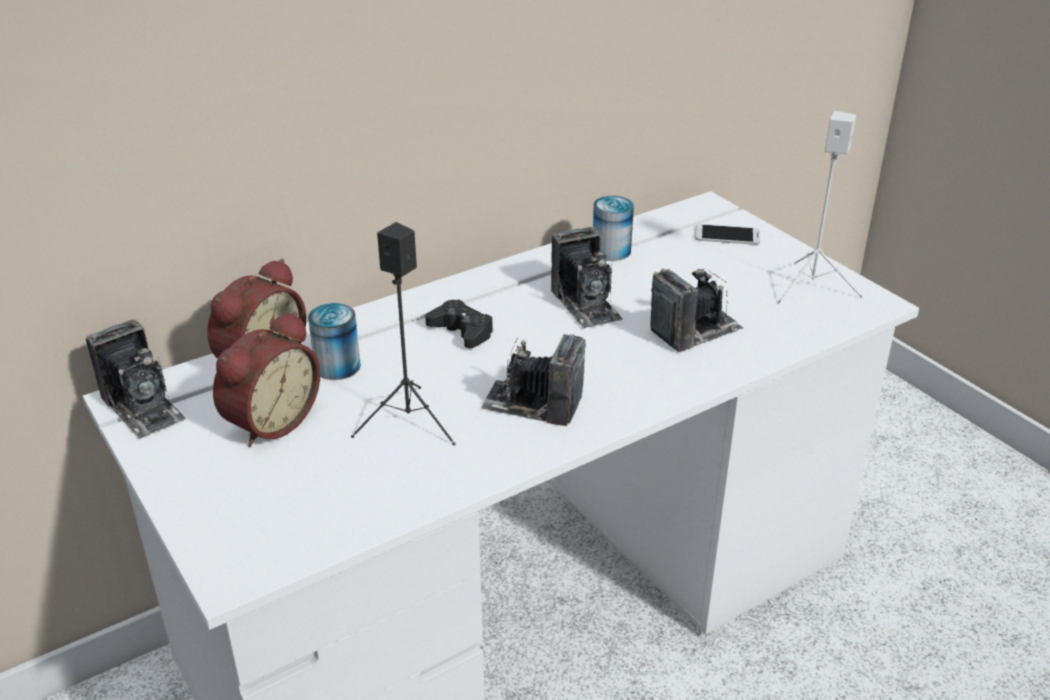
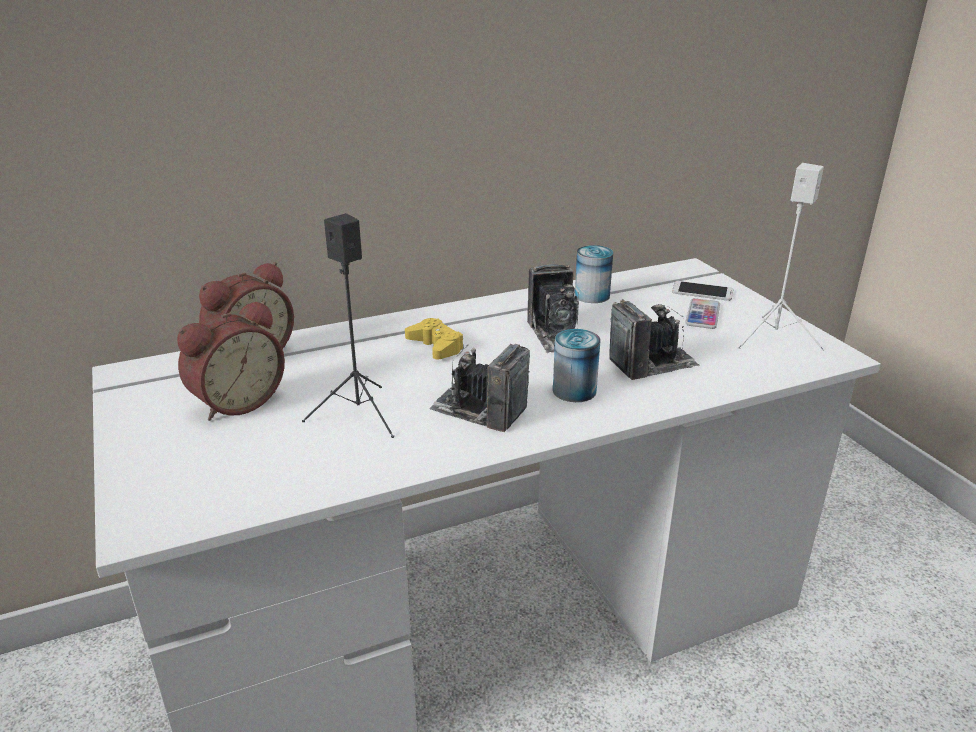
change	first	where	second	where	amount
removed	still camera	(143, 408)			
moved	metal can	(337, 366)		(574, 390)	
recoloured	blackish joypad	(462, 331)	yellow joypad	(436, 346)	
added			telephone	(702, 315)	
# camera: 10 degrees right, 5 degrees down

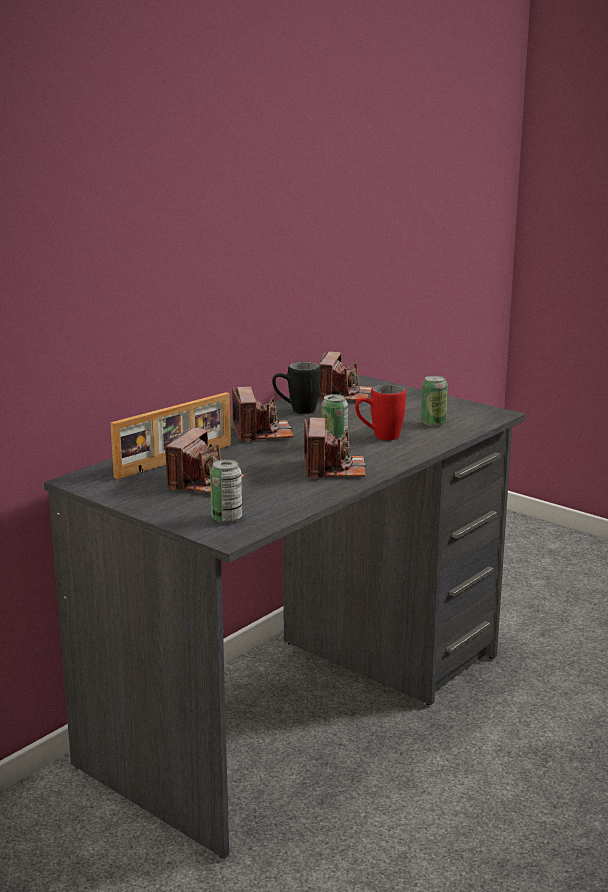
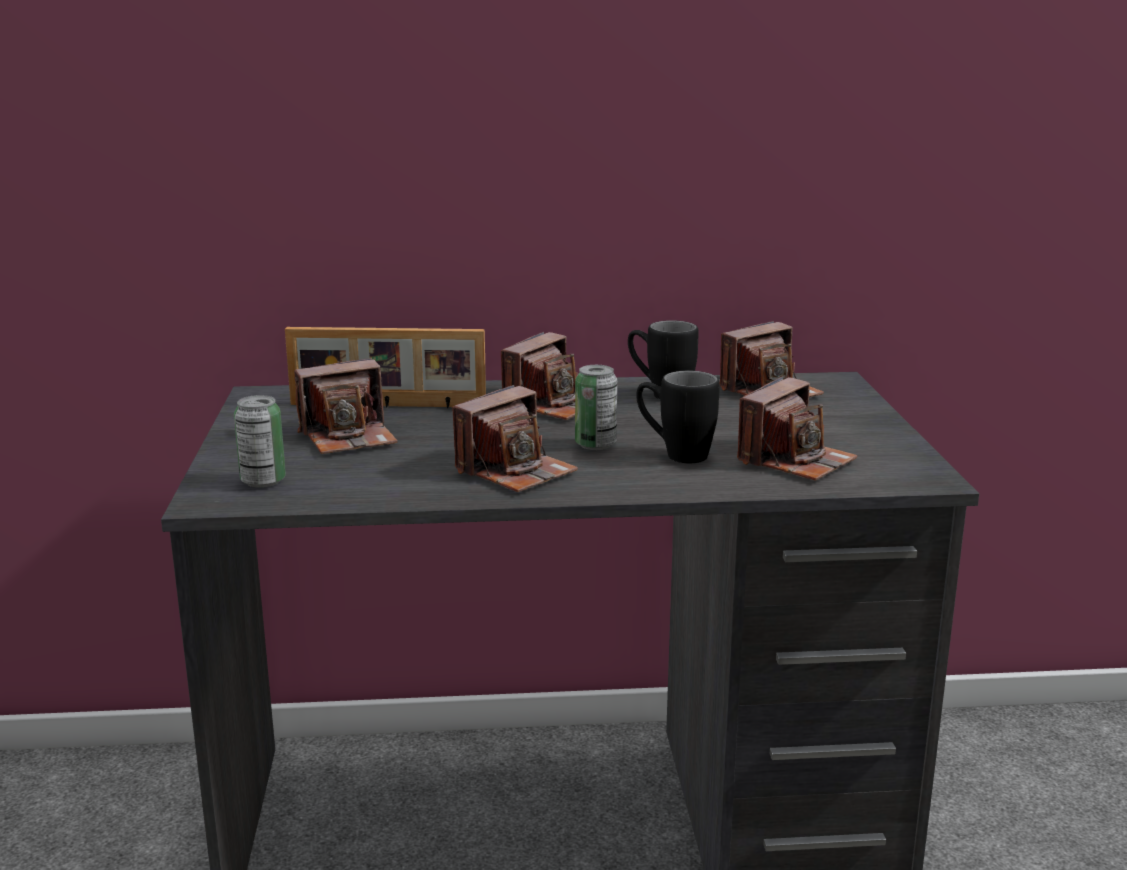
change	first	where	second	where	amount
recoloured	reddish coffee mug	(379, 437)	blackish coffee mug	(674, 454)	
replaced	metal can	(433, 423)	still camera	(795, 461)	
# camera: 45 degrees right, 0 degrees up

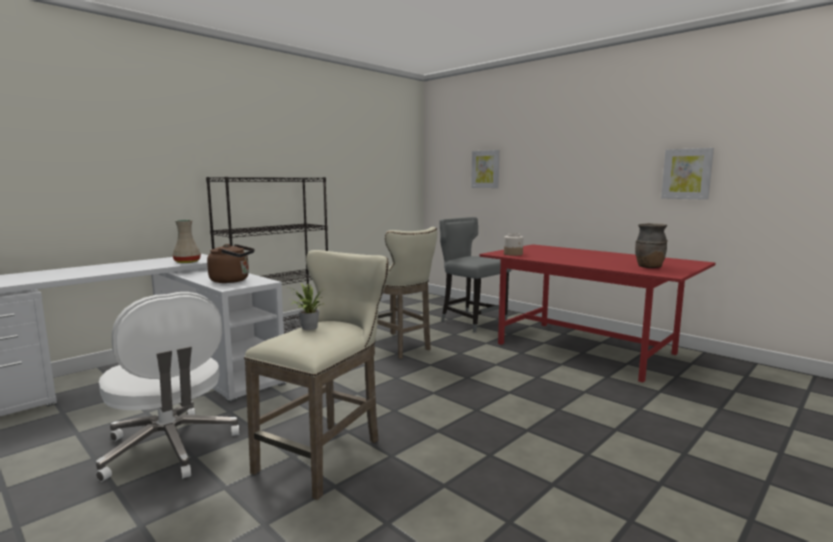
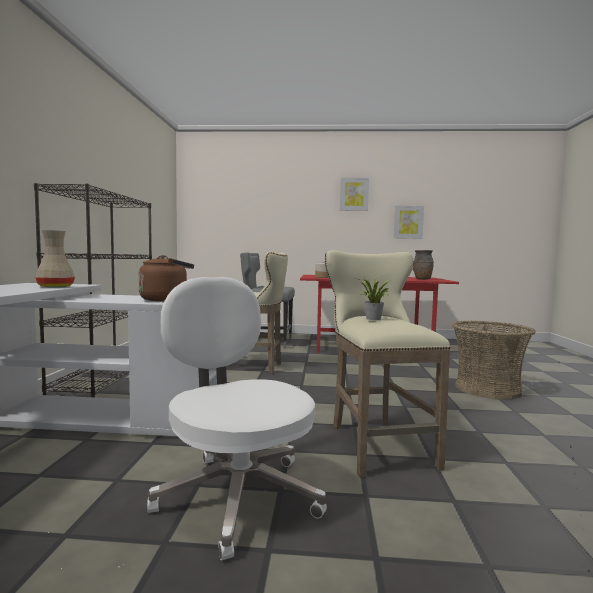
change	first	where	second	where	amount
turned	whitish office chair	(170, 448)		(237, 494)	135 degrees counterclockwise
moved	wall picture	(485, 169)		(354, 194)	
added			household basket	(487, 389)	
# camera: 40 degrees left, 5 degrees down

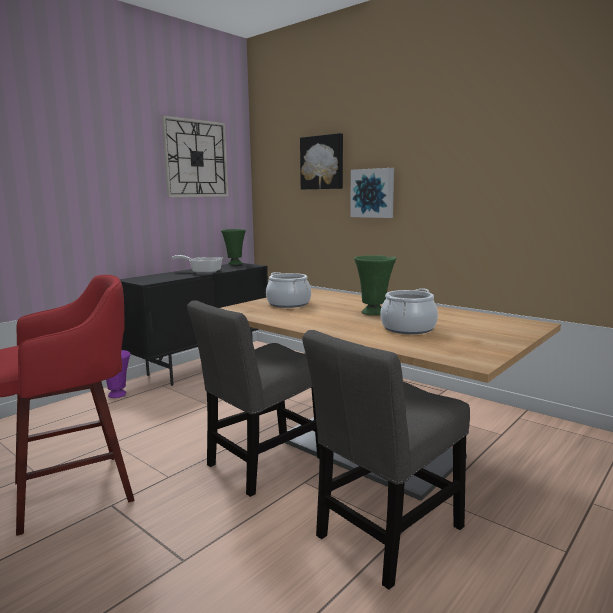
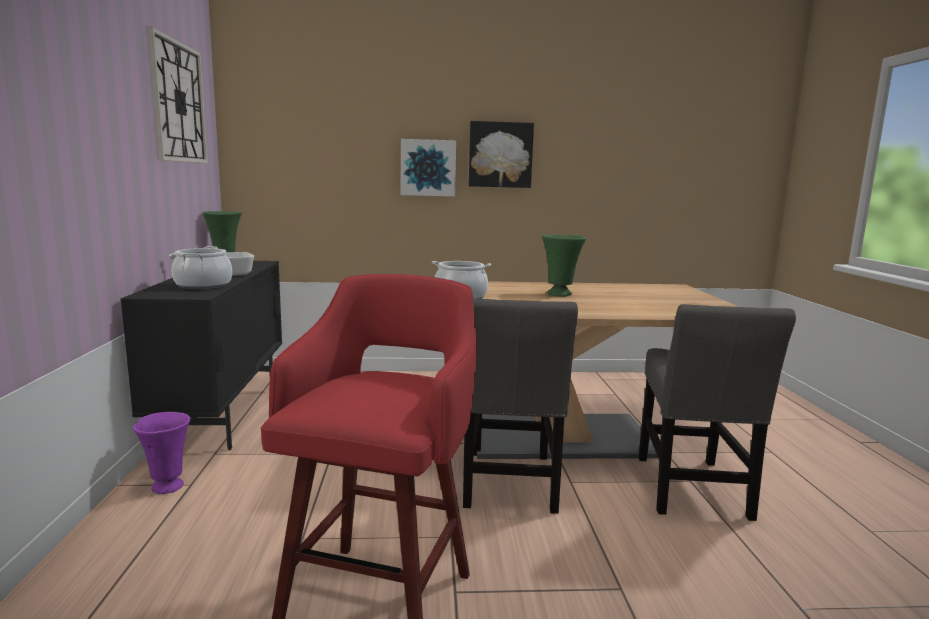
change	first	where	second	where	amount
moved	wall picture	(322, 162)		(500, 155)	
moved	cooking pot	(408, 328)		(203, 285)	
# camera: 45 degrees left, 0 degrees up

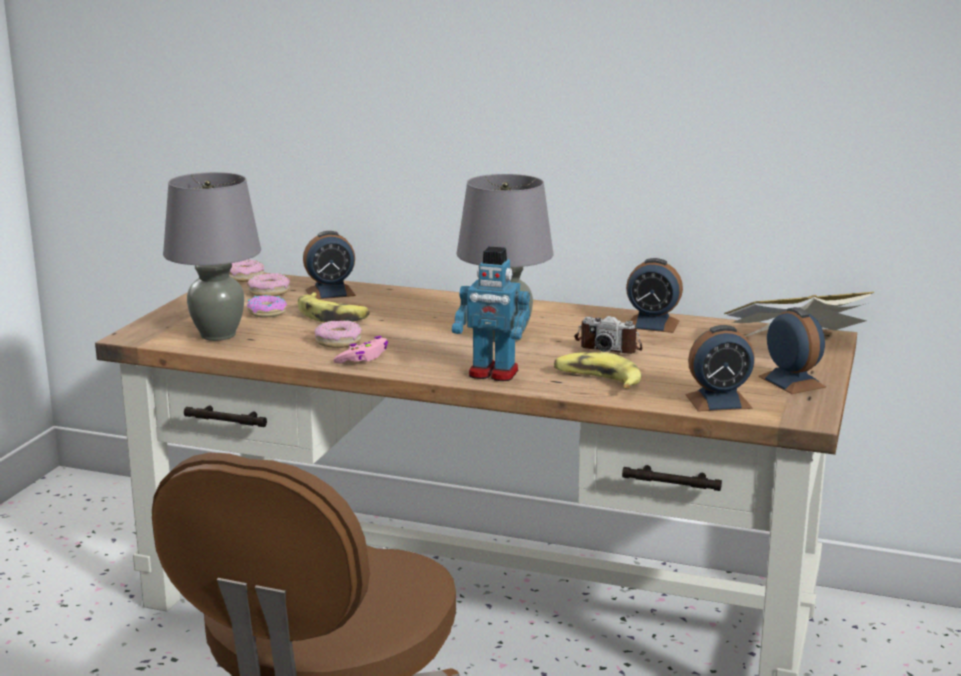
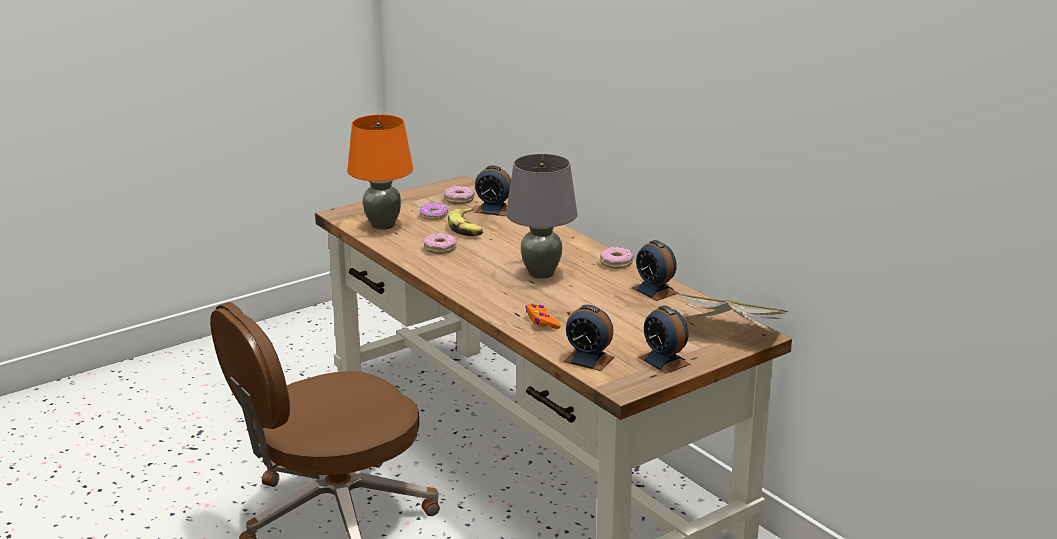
change	first	where	second	where	amount
recoloured	grey lamp for a table	(218, 335)	orange lamp for a table	(383, 225)	
moved	doughnut	(244, 277)		(616, 263)	
removed	pink joypad	(363, 358)			
removed	robot figure	(493, 373)			
replaced	whole banana	(597, 381)	orange joypad	(541, 321)	
removed	still camera	(609, 347)			
turned	alarm clock	(792, 382)		(664, 361)	135 degrees clockwise
# camera: 35 degrees right, 5 degrees up

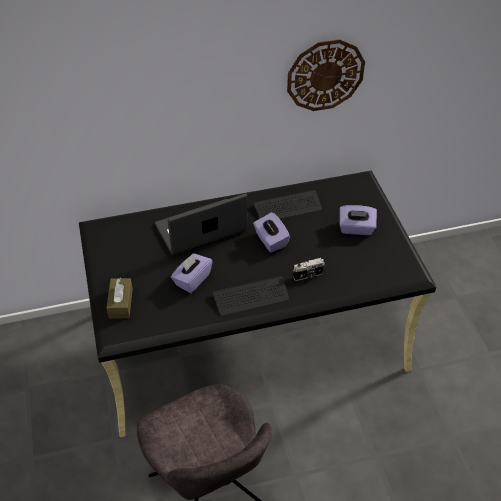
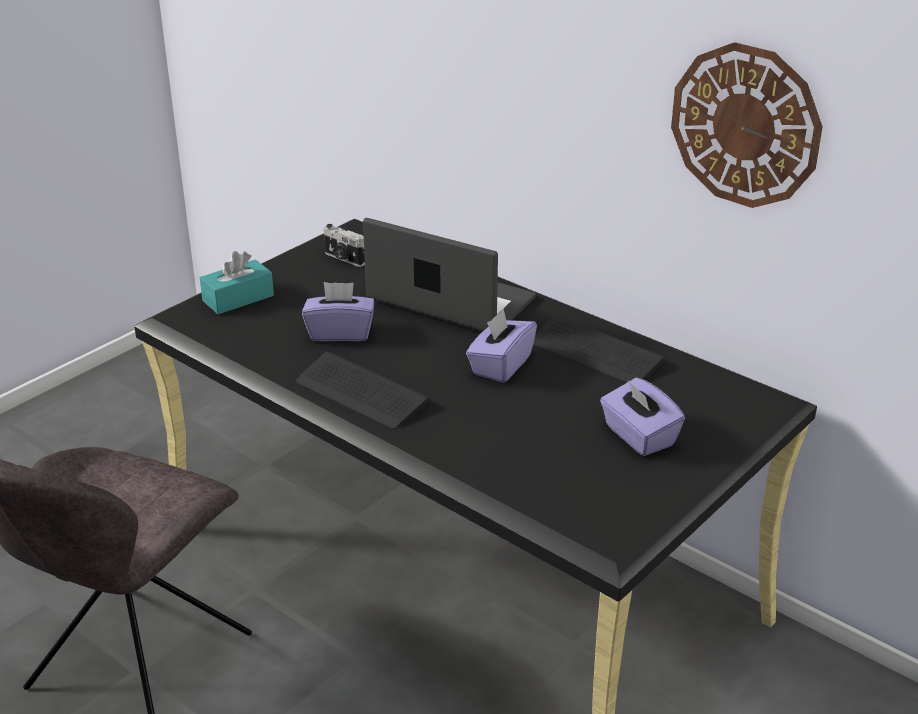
change	first	where	second	where	amount
recoloured	brownish tissue box	(121, 303)	turquoise tissue box	(238, 298)	
moved	still camera	(308, 276)		(344, 259)	
# camera: 55 degrees right, 15 degrees down

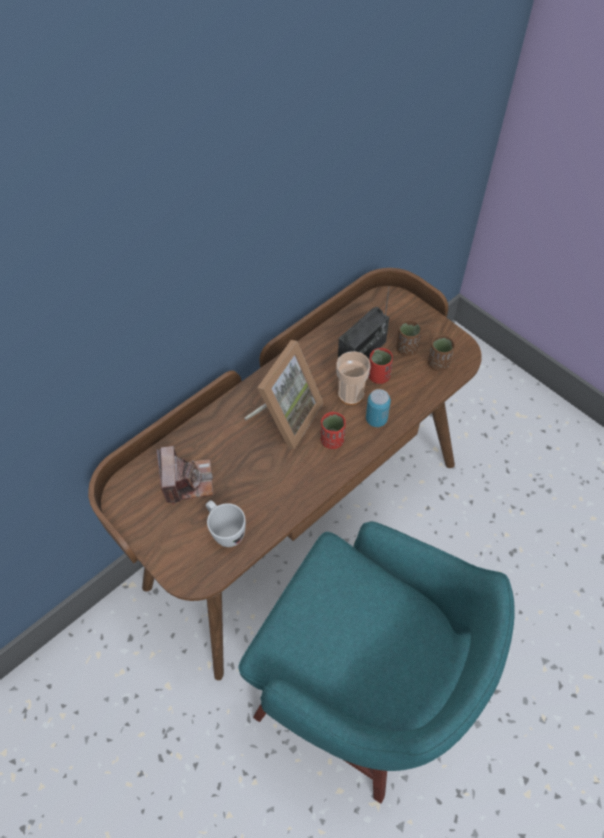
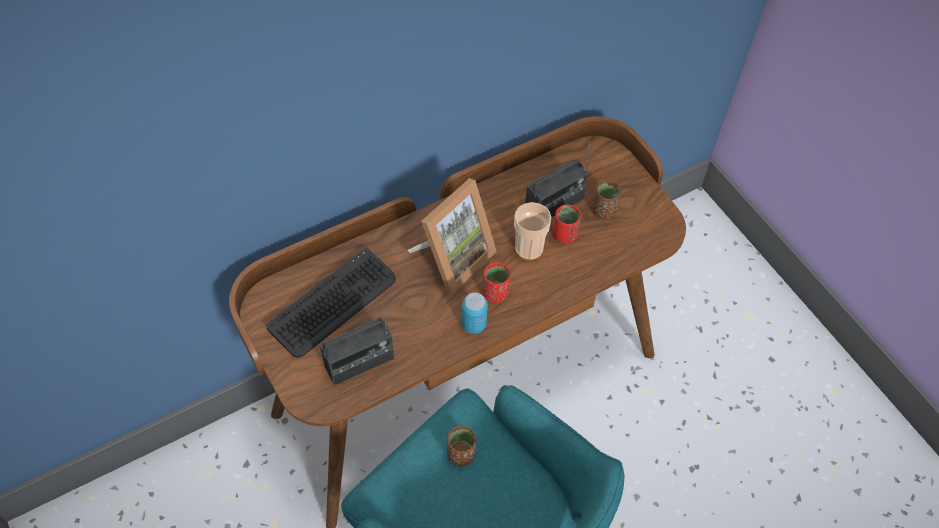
change	first	where	second	where	amount
replaced	still camera	(187, 481)	PC keyboard	(333, 303)	
replaced	whitish coffee mug	(225, 531)	radio receiver	(359, 362)	
moved	metal can	(376, 419)		(474, 324)	
moved	brownish cup	(438, 364)		(461, 454)	
# camera: 10 degrees right, 0 degrees up

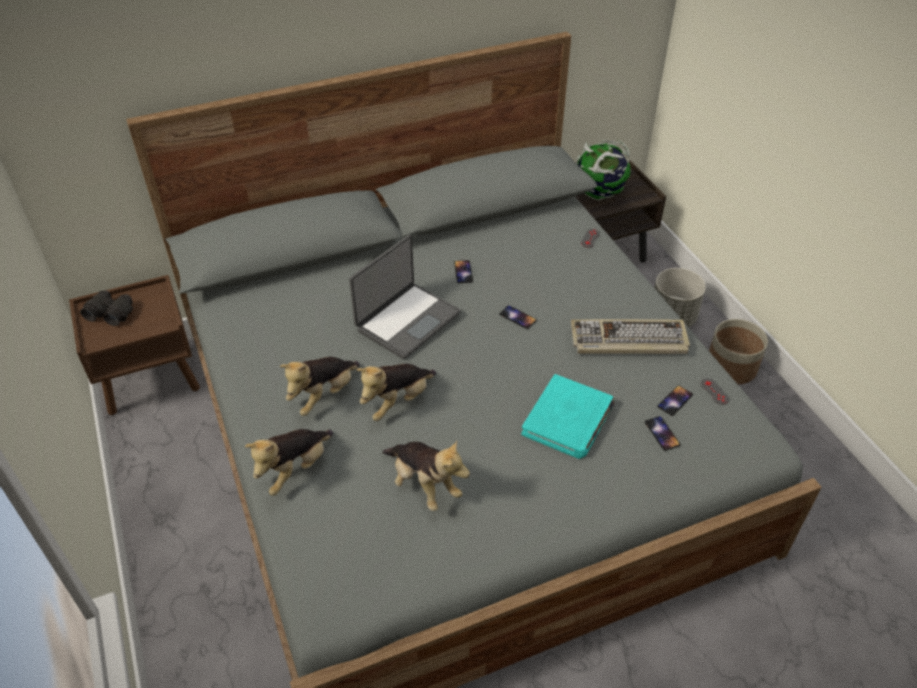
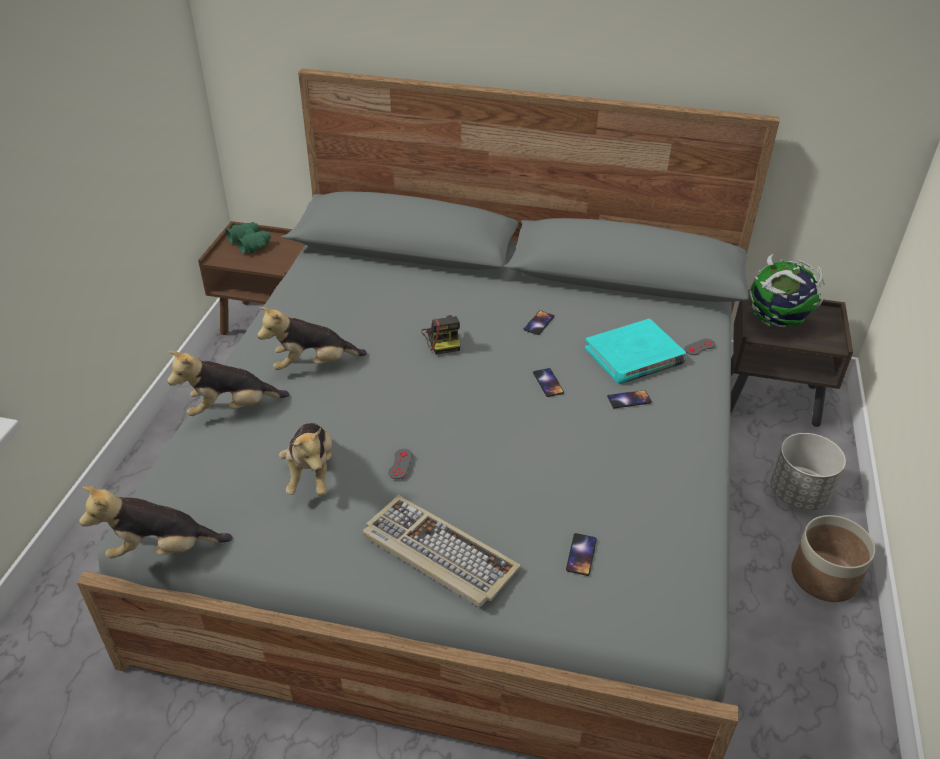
change	first	where	second	where	amount
recoloured	blackish pair of binoculars	(111, 313)	green pair of binoculars	(250, 243)	
replaced	laptop	(406, 320)	still camera	(442, 339)	
moved	plush toy	(397, 401)		(162, 549)	
moved	turquoise book	(568, 420)		(634, 356)	
moved	PC keyboard	(628, 340)		(437, 553)	
moved	telephone	(675, 400)		(629, 399)	
moved	grey joypad	(714, 391)		(400, 464)	
# camera: 35 degrees right, 5 degrees down

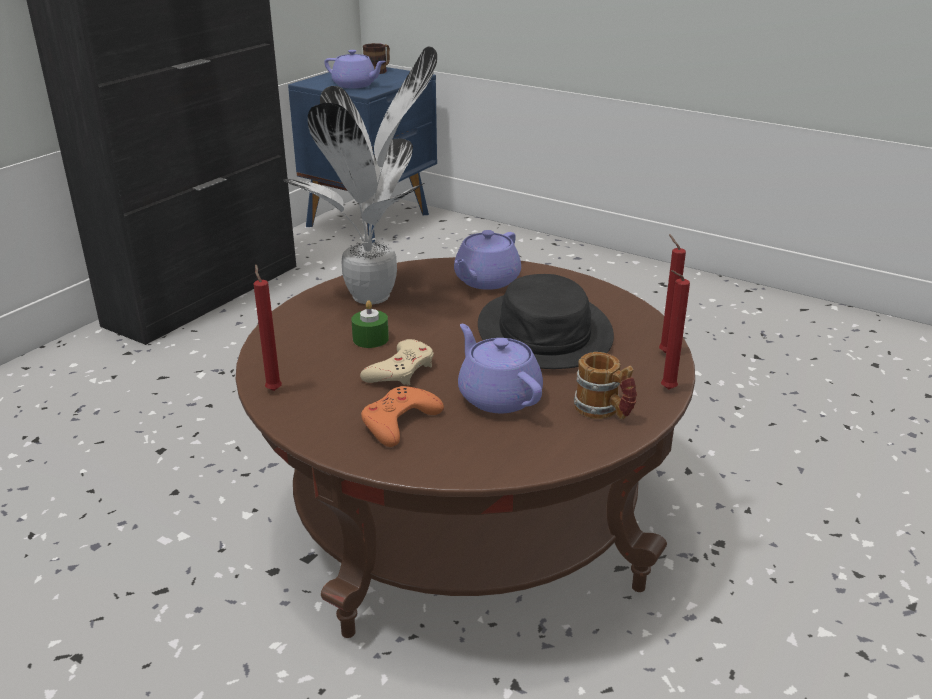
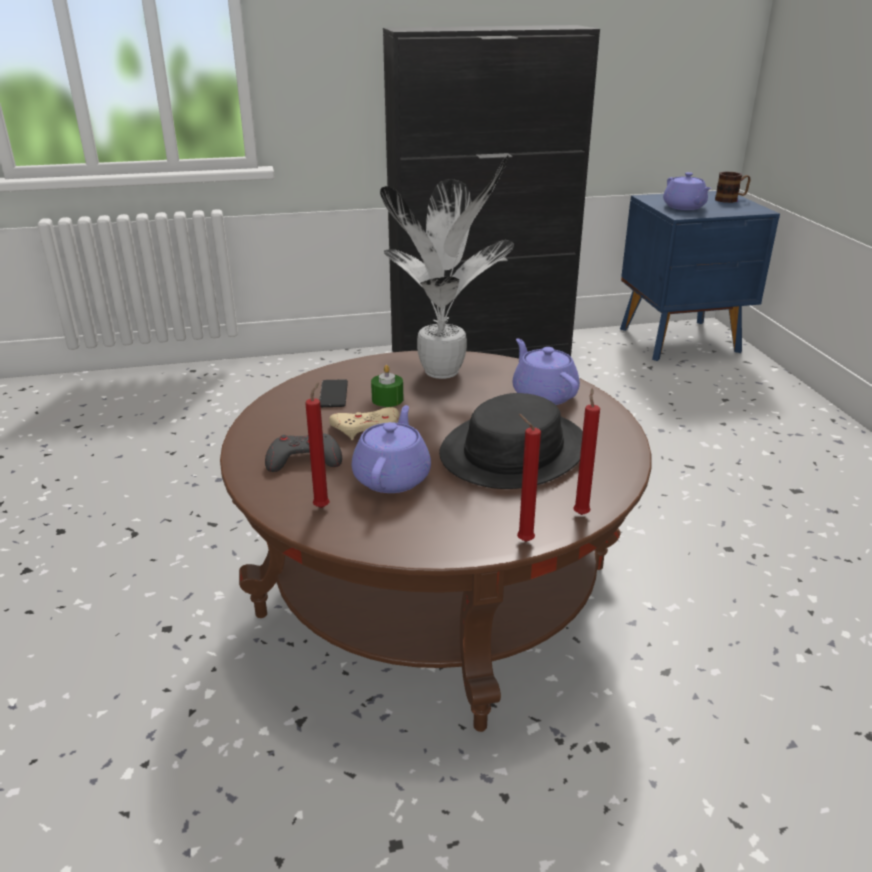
change	first	where	second	where	amount
moved	reddish wax candle	(273, 389)		(323, 506)	
recoloured	orange joypad	(399, 422)	grey joypad	(304, 459)	
turned	purplish tea pot	(486, 281)		(543, 394)	75 degrees clockwise
removed	coffee mug	(604, 411)			
added			telephone	(333, 394)	
# camera: 45 degrees right, 0 degrees up

